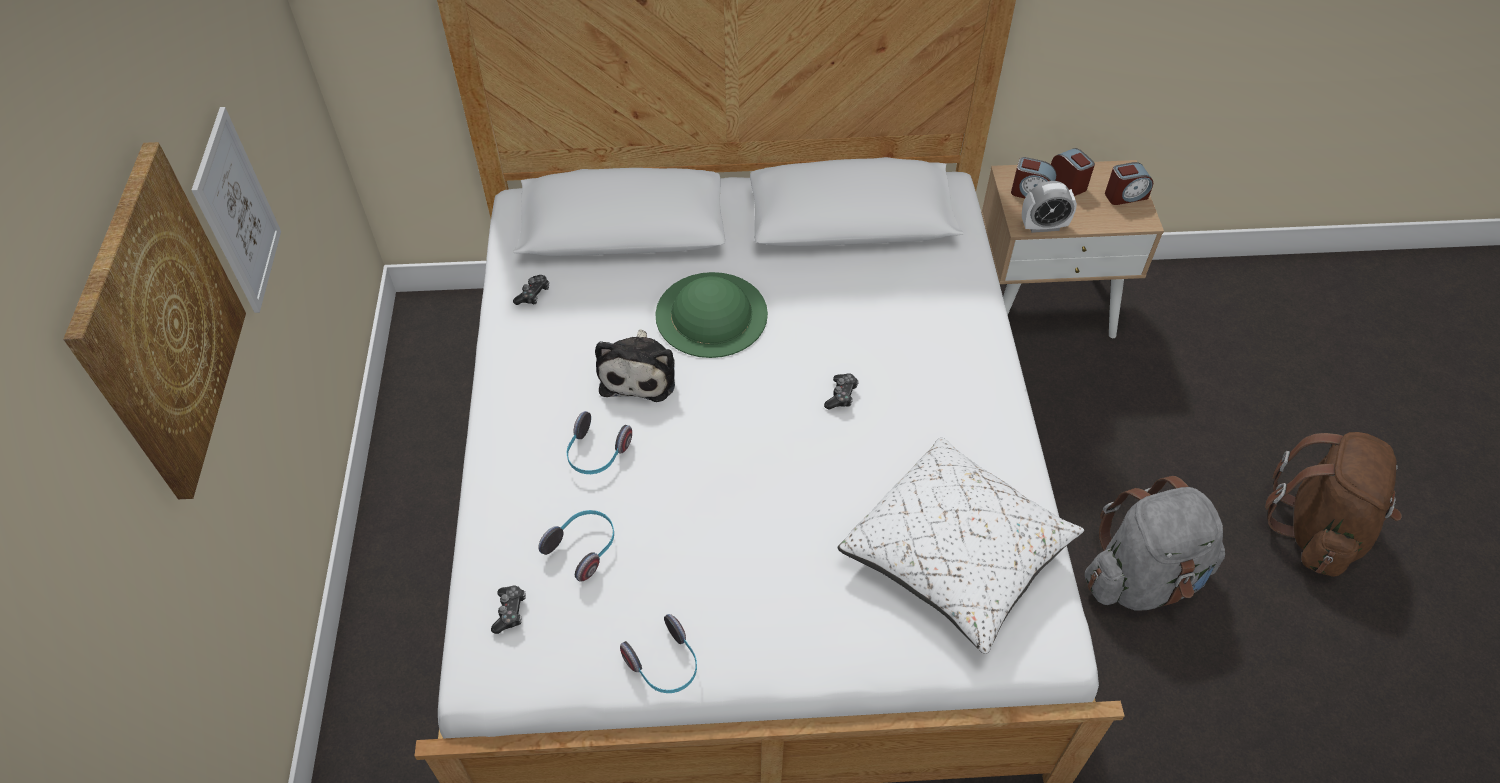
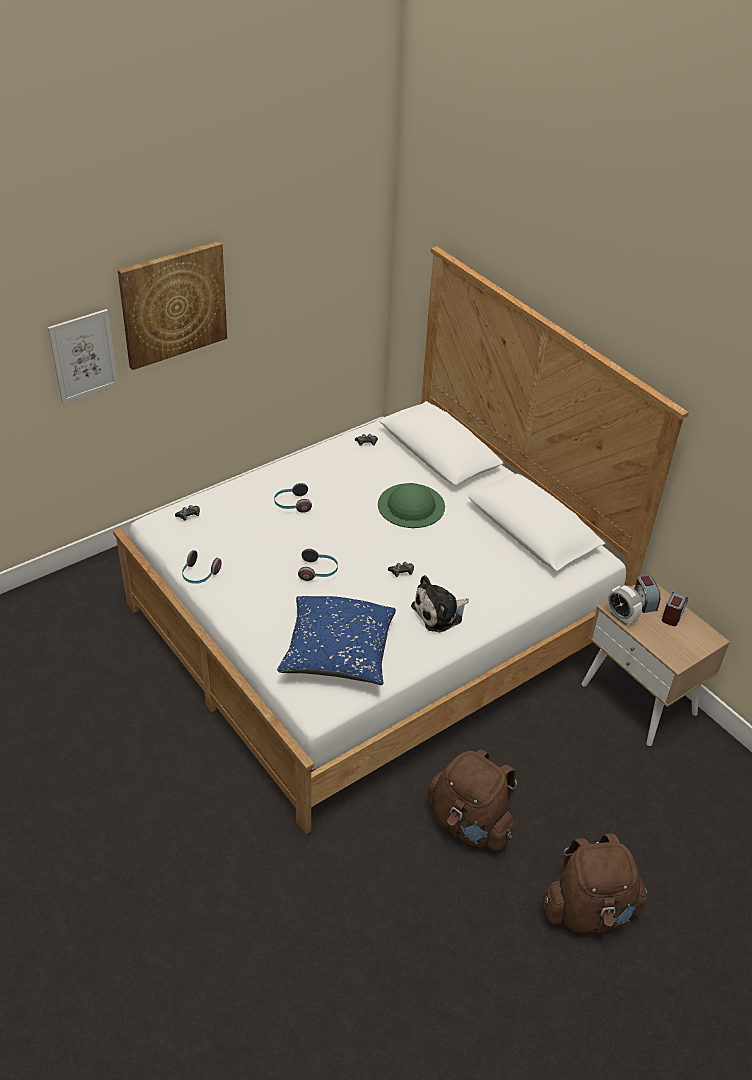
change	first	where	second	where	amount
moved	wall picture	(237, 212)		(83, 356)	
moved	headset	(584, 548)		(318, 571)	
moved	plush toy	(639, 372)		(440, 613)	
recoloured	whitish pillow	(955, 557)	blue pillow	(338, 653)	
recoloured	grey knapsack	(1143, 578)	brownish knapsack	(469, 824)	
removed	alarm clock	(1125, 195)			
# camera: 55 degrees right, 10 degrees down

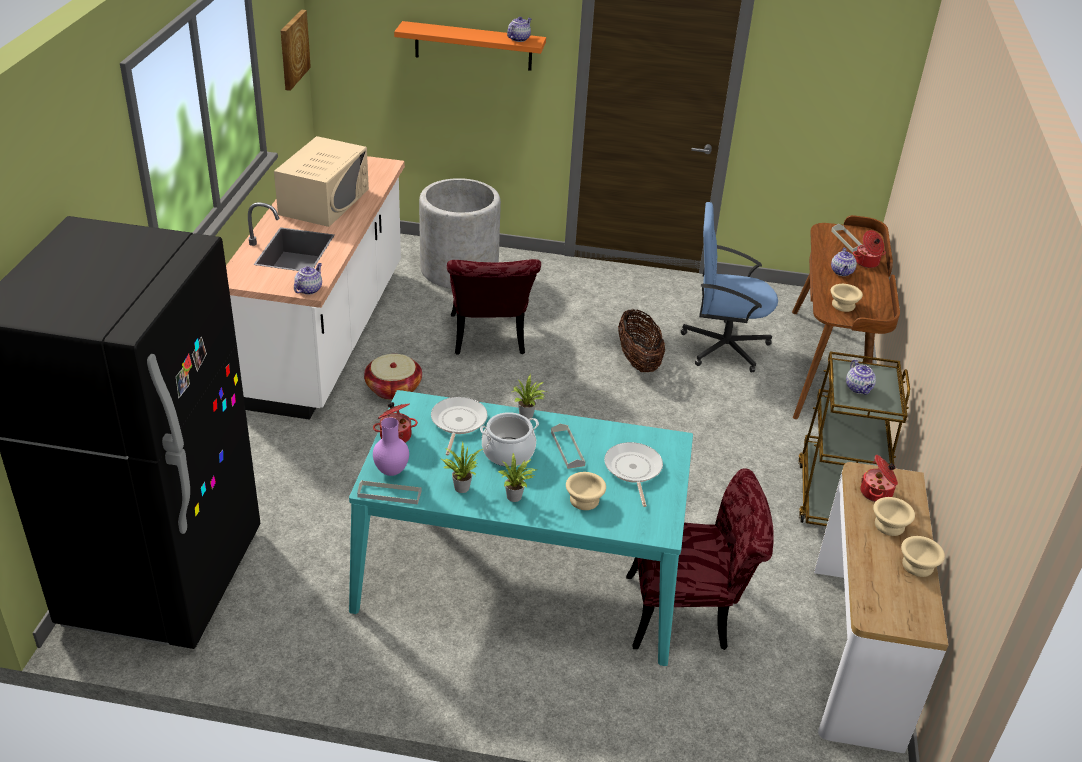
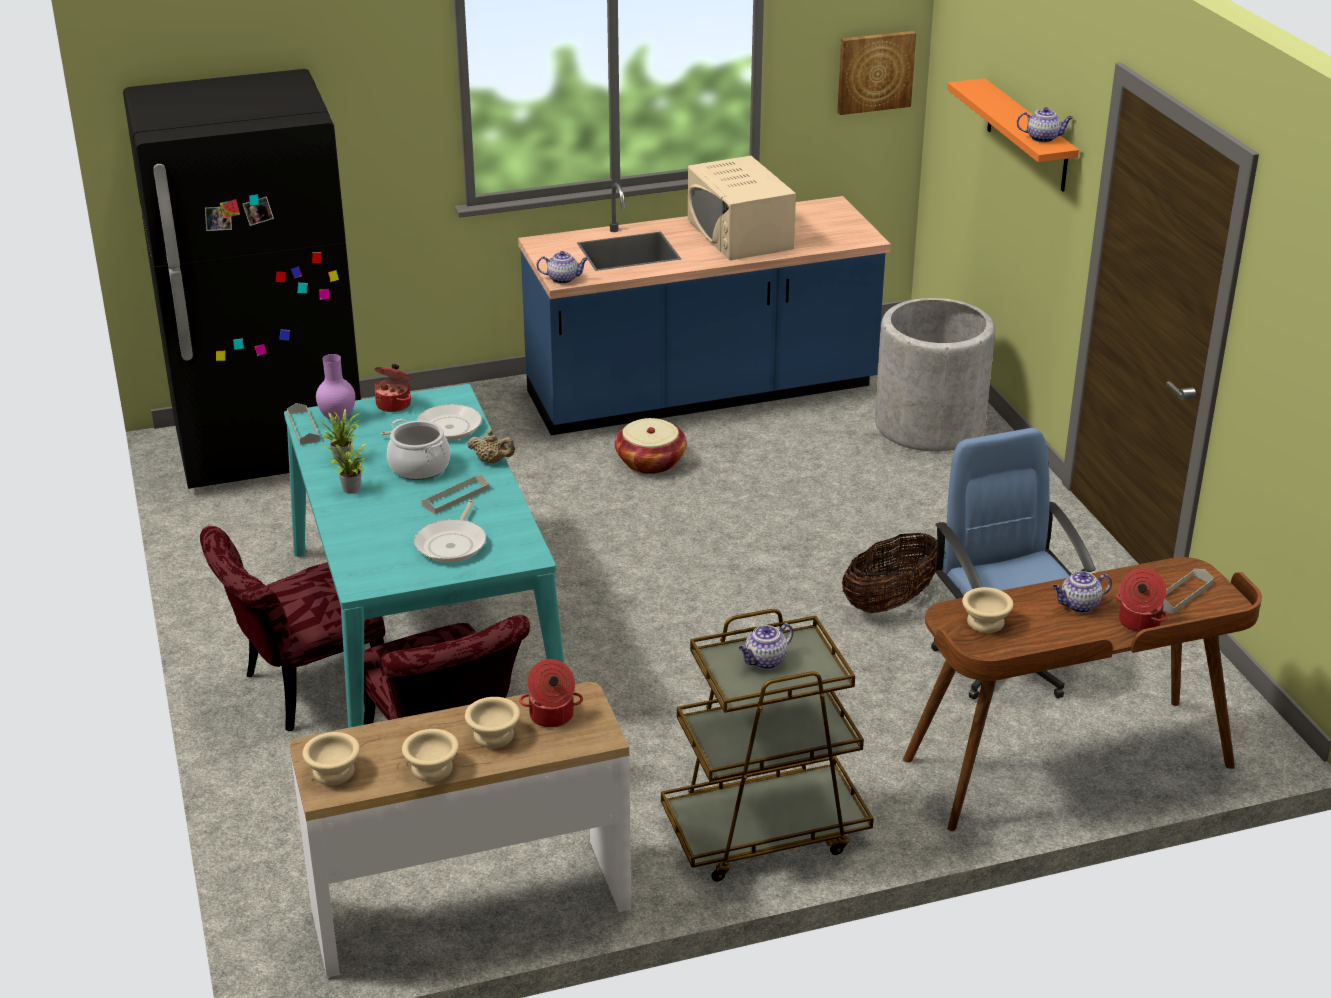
change	first	where	second	where	amount
recoloured	whitish kitchen base unit	(325, 334)	blue kitchen base unit	(702, 393)	
turned	beige-coloured microwave oven	(324, 201)		(740, 234)	75 degrees clockwise
moved	reddish chair	(488, 340)		(303, 690)	
replaced	plant in a pot	(527, 416)	beige-coloured tea pot	(492, 461)	
moved	beige-coloured deep dish	(585, 500)		(335, 772)	
turned	frying pan	(633, 470)		(452, 543)	135 degrees clockwise
# camera: 65 degrees right, 5 degrees down

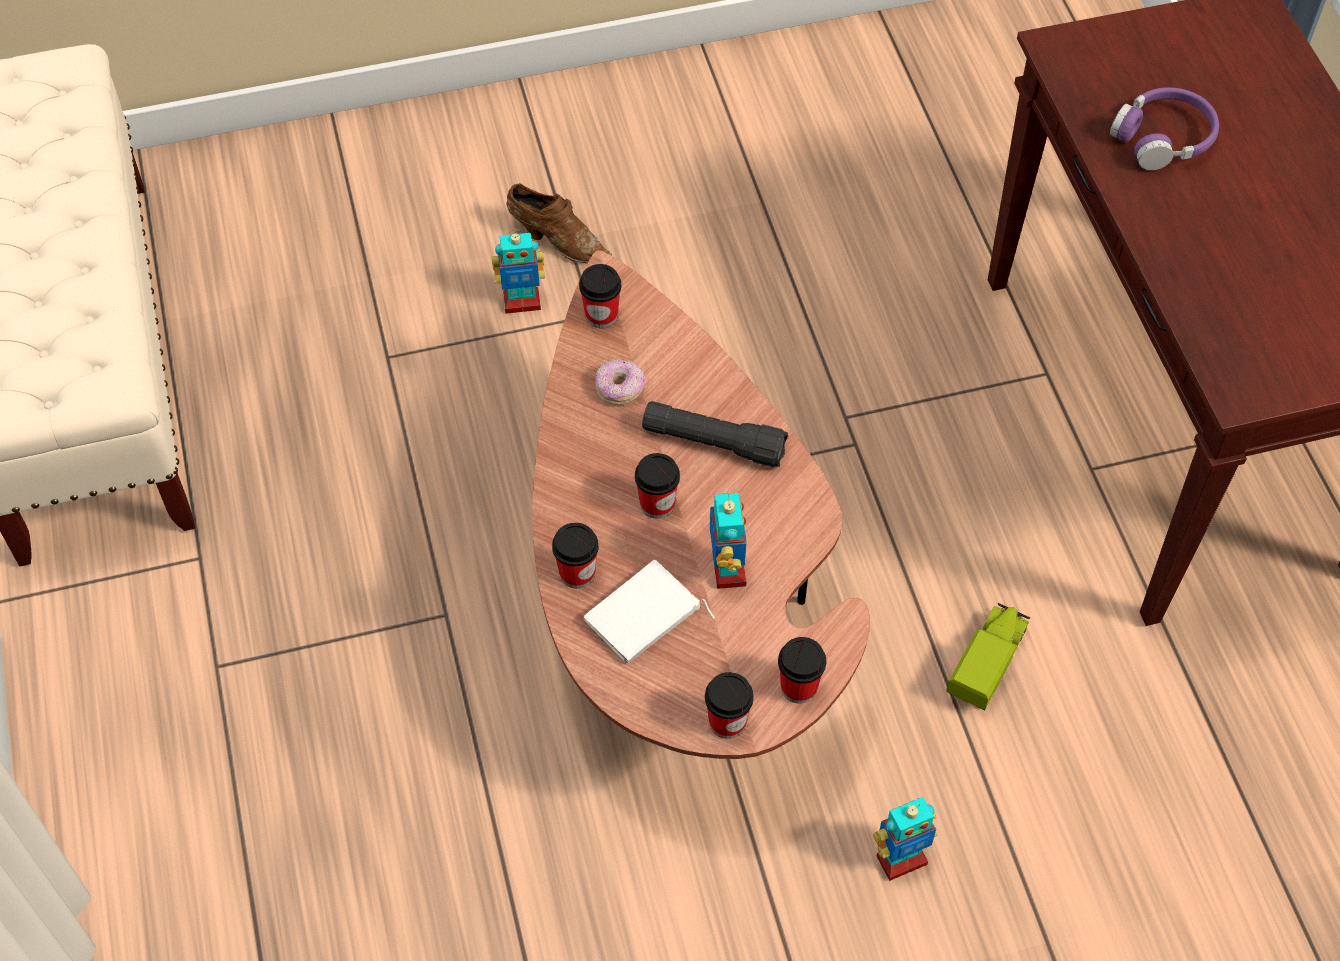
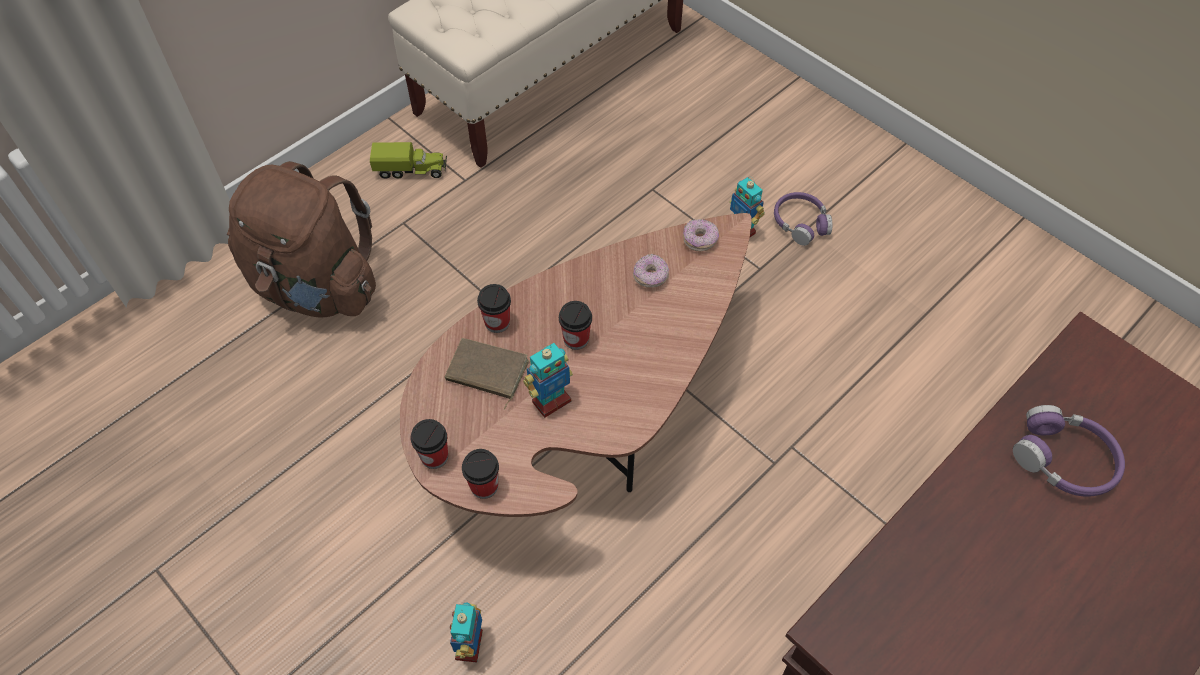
change	first	where	second	where	amount
replaced	brownish item of footwear	(556, 240)	purplish headset	(800, 223)	
replaced	cup	(601, 315)	doughnut	(699, 240)	
recoloured	whitish book	(644, 618)	brownish book	(486, 373)	
removed	blackish flashlight	(713, 443)			
turned	robot figure	(901, 859)		(470, 645)	60 degrees clockwise
moved	toy lorry	(987, 664)		(411, 170)	
added			brownish knapsack	(316, 287)	
# camera: 60 degrees right, 0 degrees up

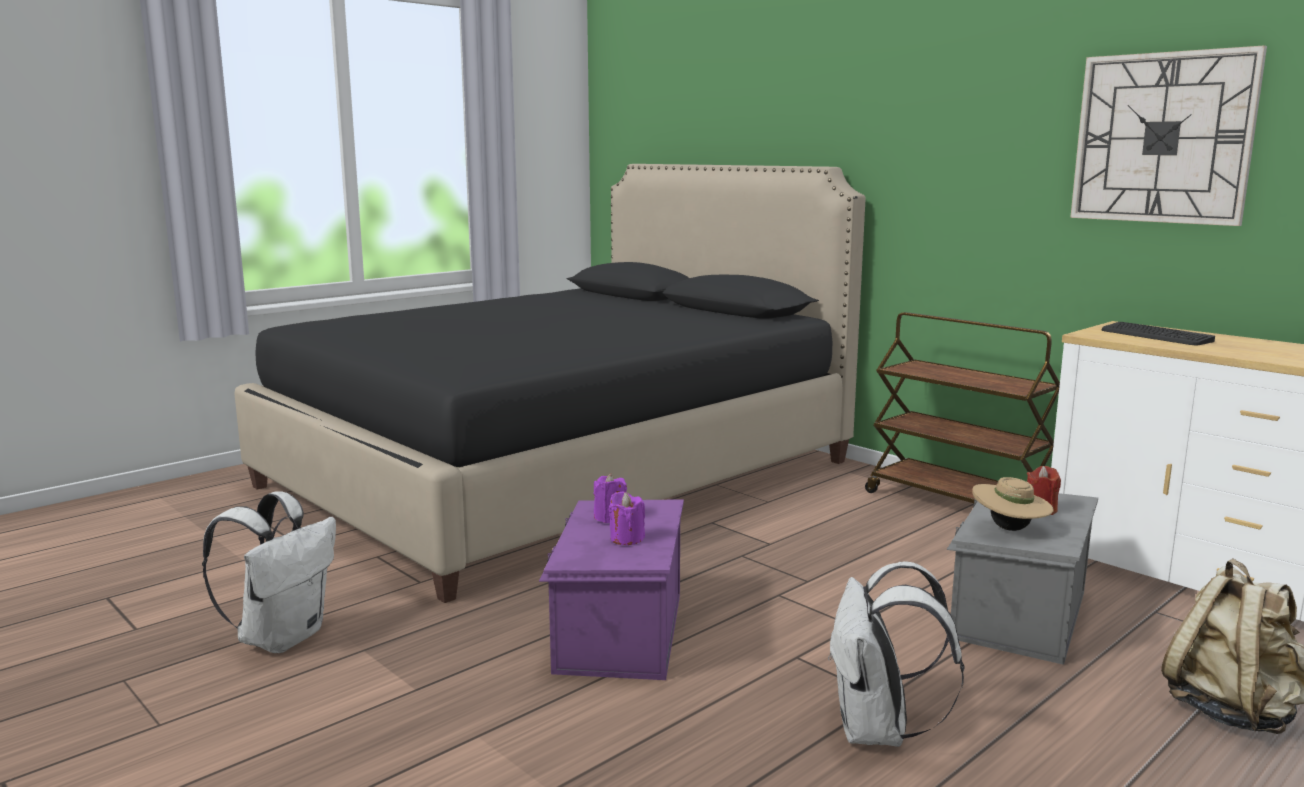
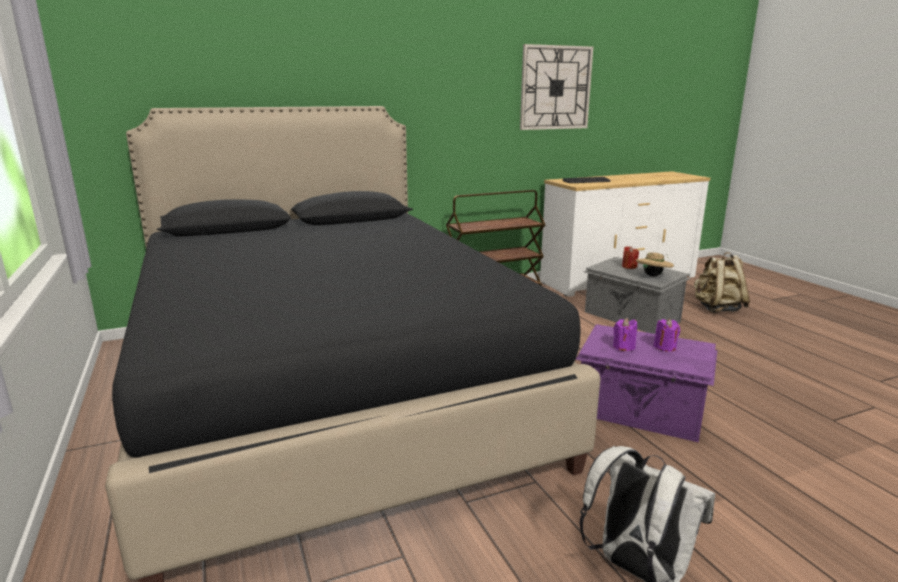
change	first	where	second	where	amount
removed	whitish knapsack	(878, 732)			
# camera: 70 degrees left, 5 degrees up

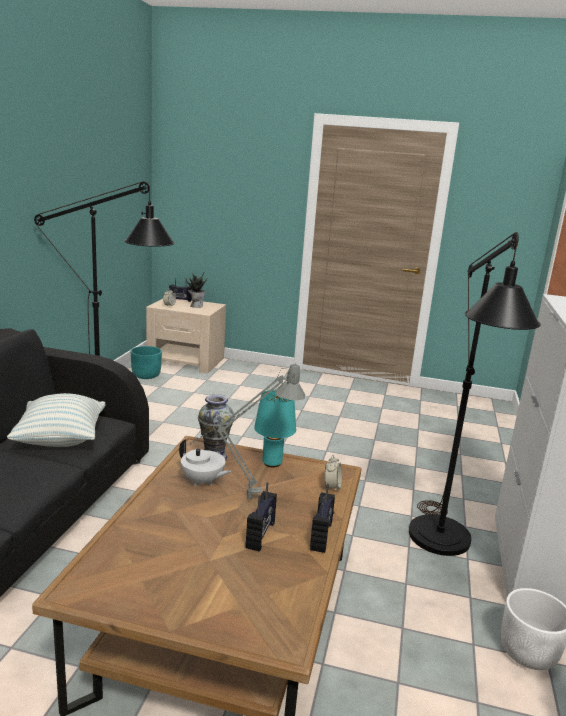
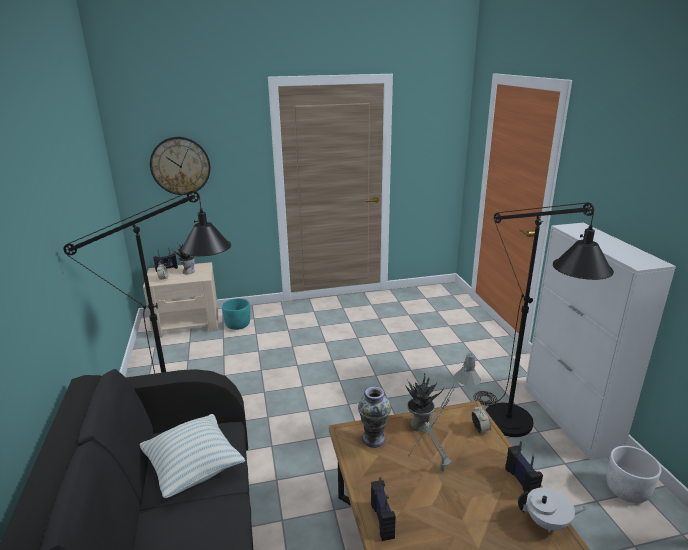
change	first	where	second	where	amount
moved	turquoise plant pot	(146, 375)		(237, 325)	
moved	whitish tea pot	(202, 481)		(547, 522)	
moved	radio receiver	(261, 535)		(383, 520)	
replaced	turquoise lamp for a table	(272, 463)	plant in a pot	(419, 425)	
added			clock on the wall	(180, 166)	
# camera: 25 degrees left, 5 degrees up

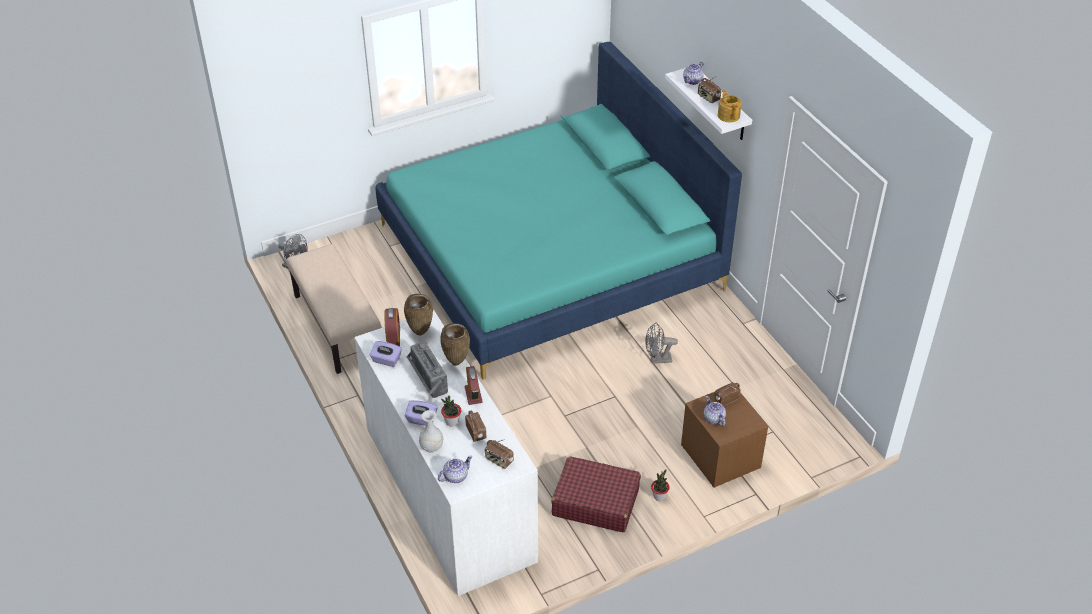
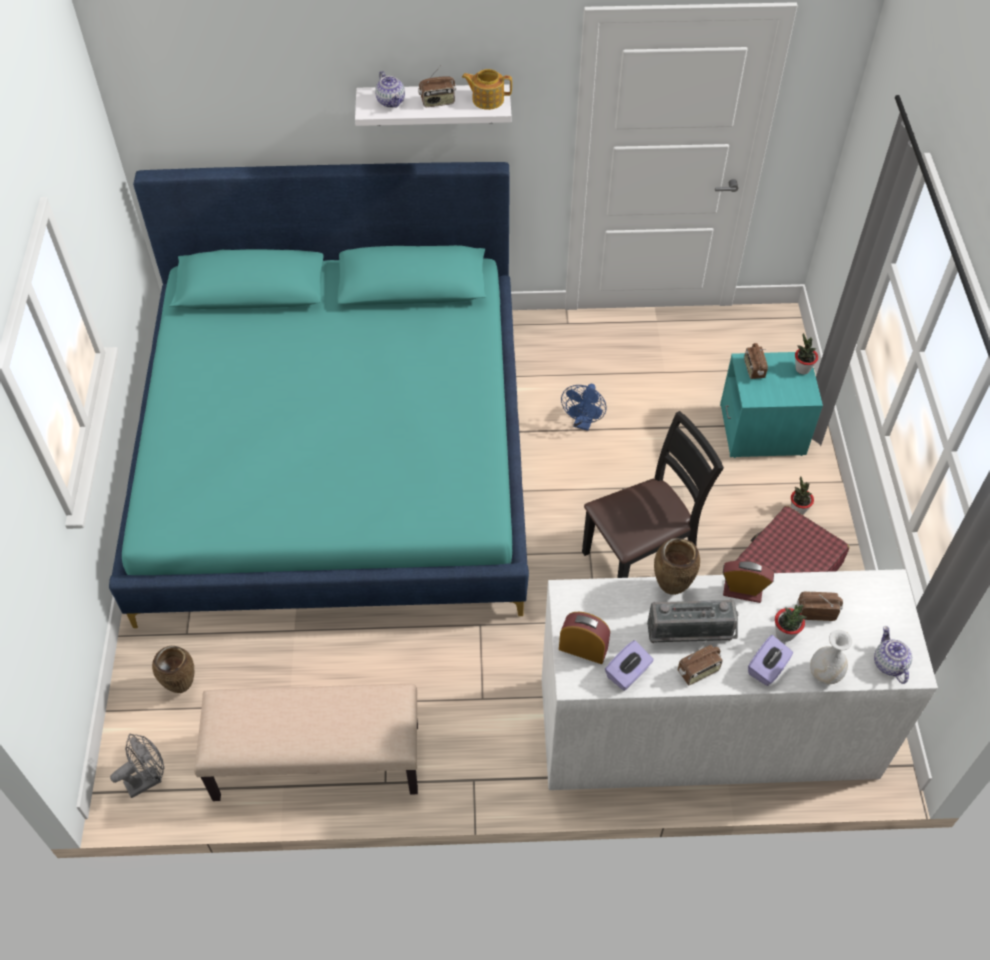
change	first	where	second	where	amount
moved	brownish flower vase	(421, 332)		(182, 686)	
moved	radio receiver	(499, 460)		(698, 672)	
recoloured	grey cooling fan	(657, 359)	blue cooling fan	(583, 423)	
recoloured	brownish nightstand	(720, 457)	turquoise nightstand	(762, 430)	
removed	tea pot	(713, 418)			
added			blackish chair	(640, 560)	
added			plant in a pot	(802, 369)	
# camera: 65 degrees left, 10 degrees up

